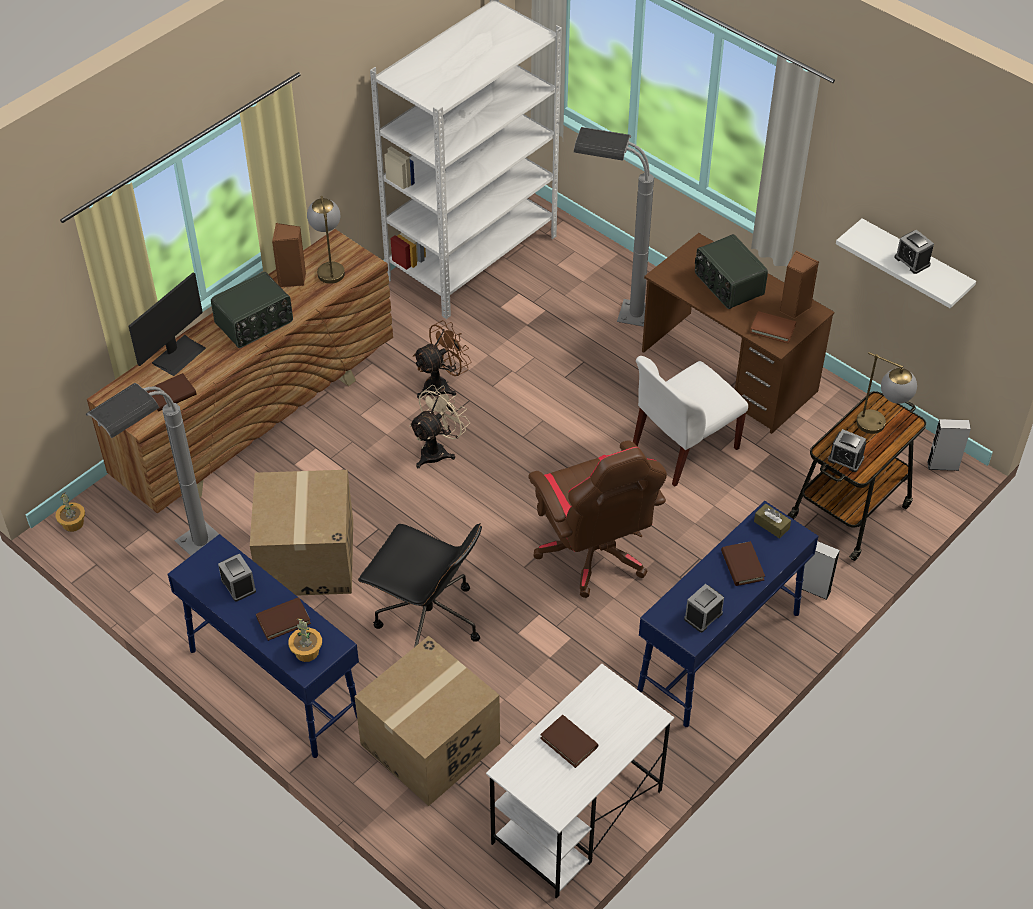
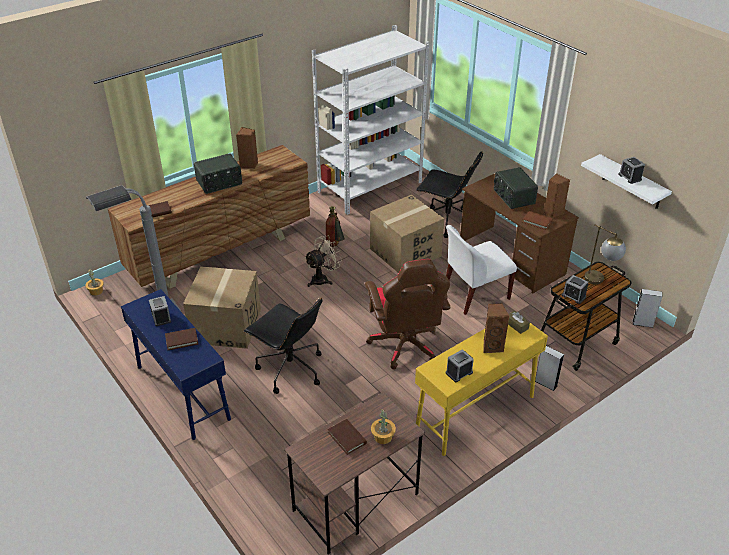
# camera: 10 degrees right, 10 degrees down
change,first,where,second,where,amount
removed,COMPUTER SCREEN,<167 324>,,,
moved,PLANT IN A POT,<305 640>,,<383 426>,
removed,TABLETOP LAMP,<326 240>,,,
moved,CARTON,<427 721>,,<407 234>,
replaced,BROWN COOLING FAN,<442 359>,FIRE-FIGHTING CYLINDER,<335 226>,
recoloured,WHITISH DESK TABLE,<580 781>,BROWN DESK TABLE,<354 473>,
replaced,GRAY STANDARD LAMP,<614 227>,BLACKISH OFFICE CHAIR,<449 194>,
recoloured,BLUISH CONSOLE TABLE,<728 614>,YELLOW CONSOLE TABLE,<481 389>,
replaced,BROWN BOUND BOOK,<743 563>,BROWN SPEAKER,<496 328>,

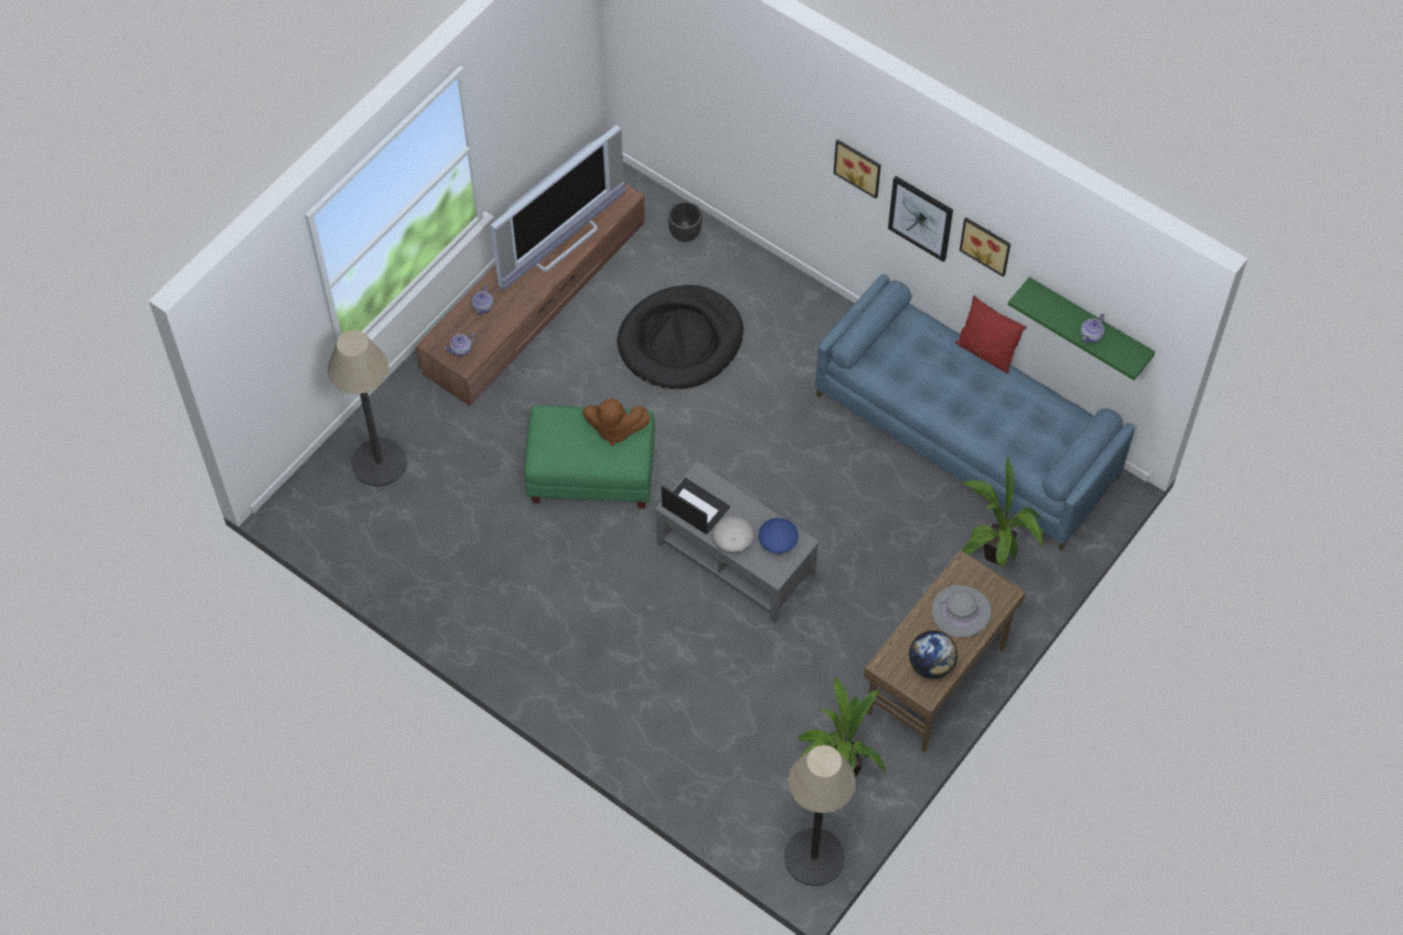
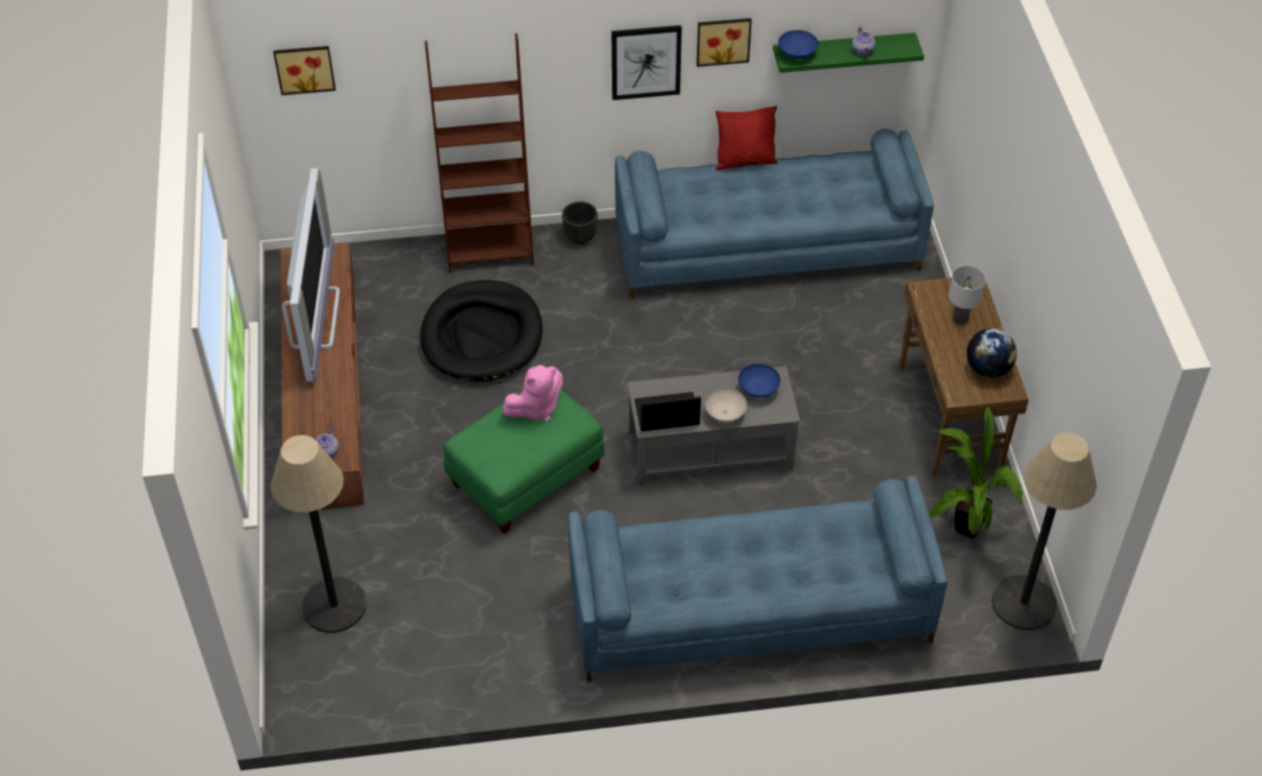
# camera: 45 degrees left, 10 degrees down
change,first,where,second,where,amount
removed,POT FOR TEA,<482 300>,,,
recoloured,BROWN PLUSH TOY,<617 422>,PINK PLUSH TOY,<533 393>,
moved,BLACKISH FLOWER POT,<685 221>,,<580 222>,
moved,WALL ART,<857 169>,,<304 70>,
replaced,GRAY HAT,<962 611>,WHITISH TABLETOP LAMP,<967 294>,
removed,PLANT IN A POT,<1003 512>,,,
added,,,BROWN BOOKCASE,<479 153>,
added,,,BLUISH SETTEE,<757 579>,
added,,,BLUISH BOWL,<798 44>,

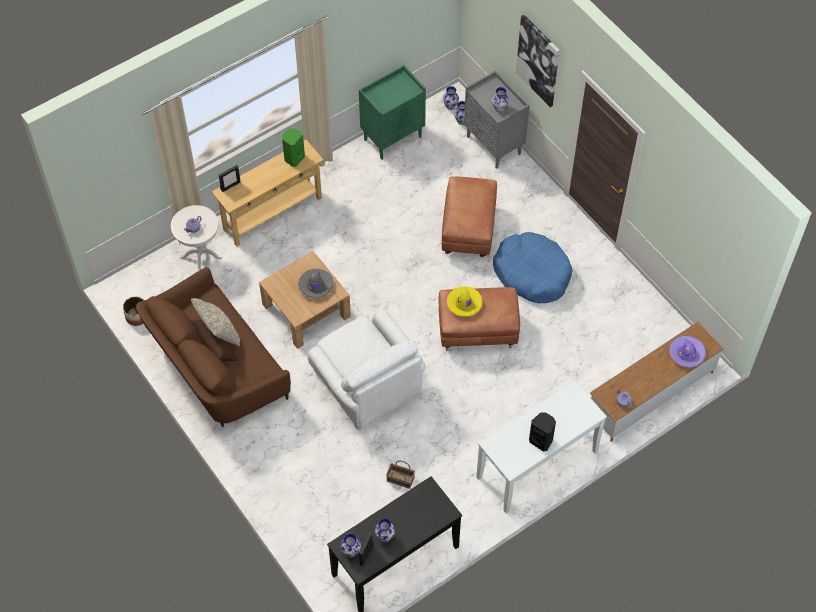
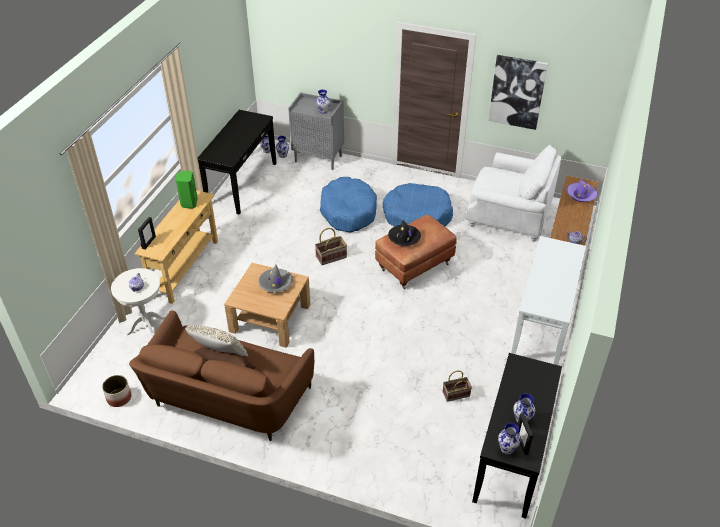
# camera: 35 degrees left, 15 degrees down
change,first,where,second,where,amount
moved,WHITISH ARMCHAIR,<366 369>,,<513 193>,
replaced,GREEN-COLOURED CUPBOARD,<392 112>,BLACKISH CONSOLE TABLE,<237 162>,
replaced,BROWN OTTOMAN,<469 216>,BLUISH DOG CUSHION,<348 204>,
recoloured,YELLOW HAT,<465 301>,BLACKISH HAT,<404 233>,
moved,WALL ART,<538 60>,,<518 92>,
removed,BLACKISH SPEAKER,<542 432>,,,
added,,,BASKET,<331 246>,

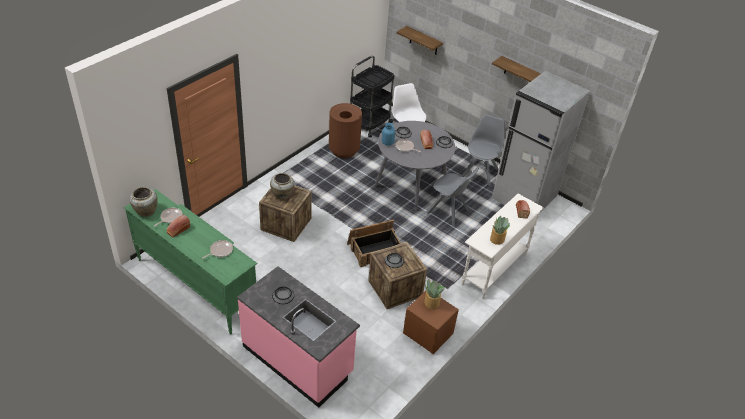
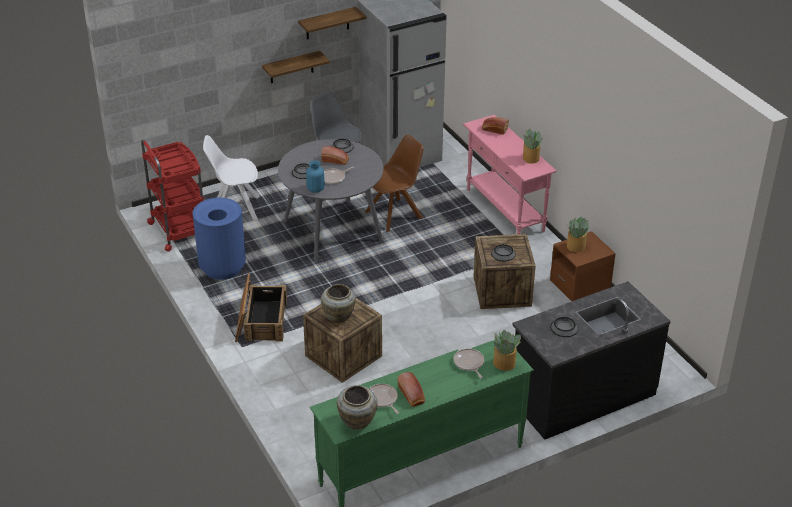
# camera: 65 degrees left, 5 degrees down
change,first,where,second,where,amount
recoloured,PINK KITCHEN COUNTER,<298 337>,BLACKISH KITCHEN COUNTER,<591 360>,
recoloured,BROWN TRASH CAN,<345 130>,BLUISH TRASH CAN,<219 239>,
moved,CRATE,<374 243>,,<261 307>,
recoloured,BLACKISH WHEELED CART,<372 97>,RED-COLOURED WHEELED CART,<172 196>,
moved,BRACKET SHELF,<419 40>,,<296 67>,
recoloured,GRAY UPRIGHT CHAIR,<452 196>,BROWN UPRIGHT CHAIR,<394 183>,
recoloured,WHITISH CONSOLE TABLE,<503 246>,PINK CONSOLE TABLE,<510 174>,
added,,,PLANT IN A POT,<507 350>,

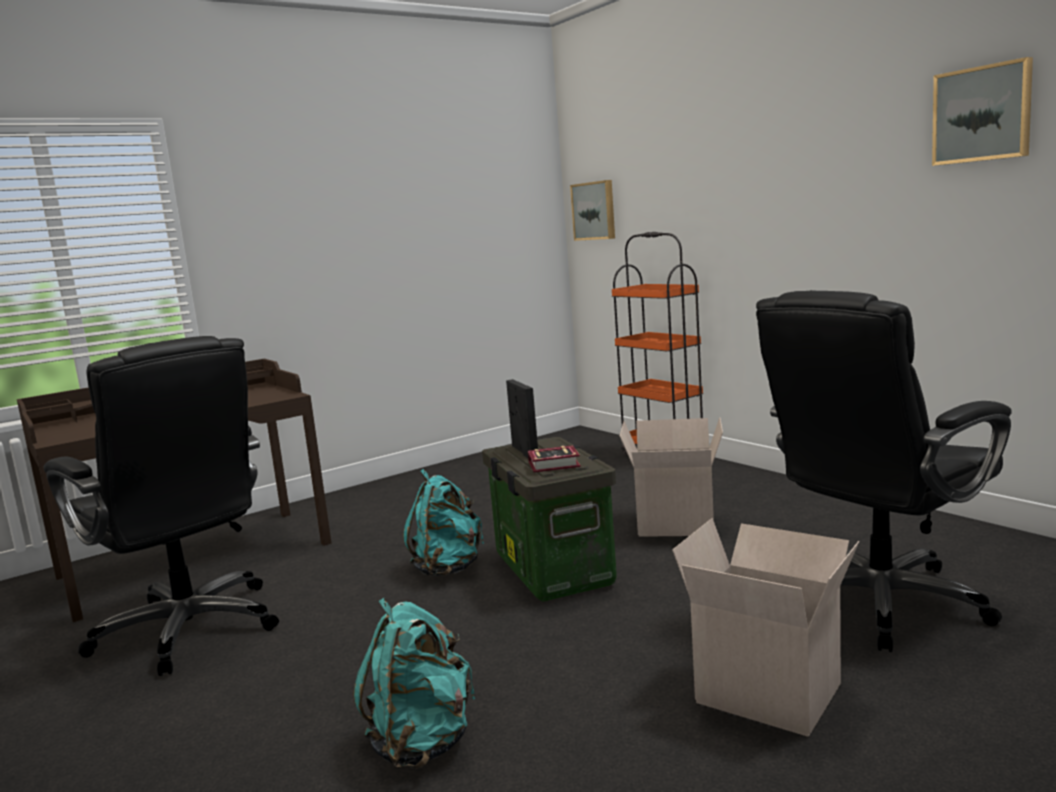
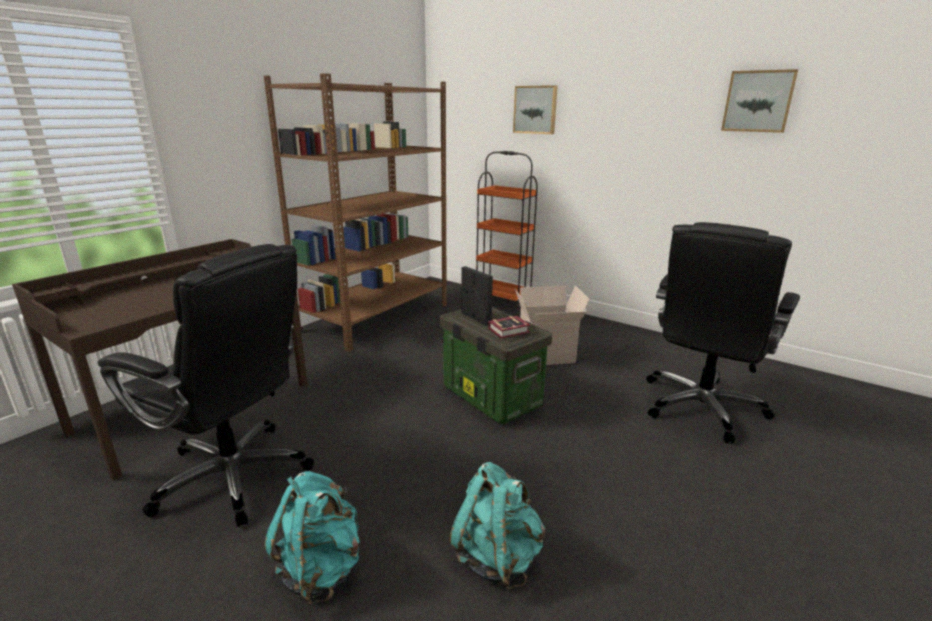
# camera: 20 degrees left, 10 degrees up
change,first,where,second,where,amount
moved,TURQUOISE KNAPSACK,<443 522>,,<312 538>,
moved,WALL ART,<592 210>,,<535 109>,
removed,CARTON,<765 627>,,,
added,,,BROWN BOOKCASE,<355 212>,

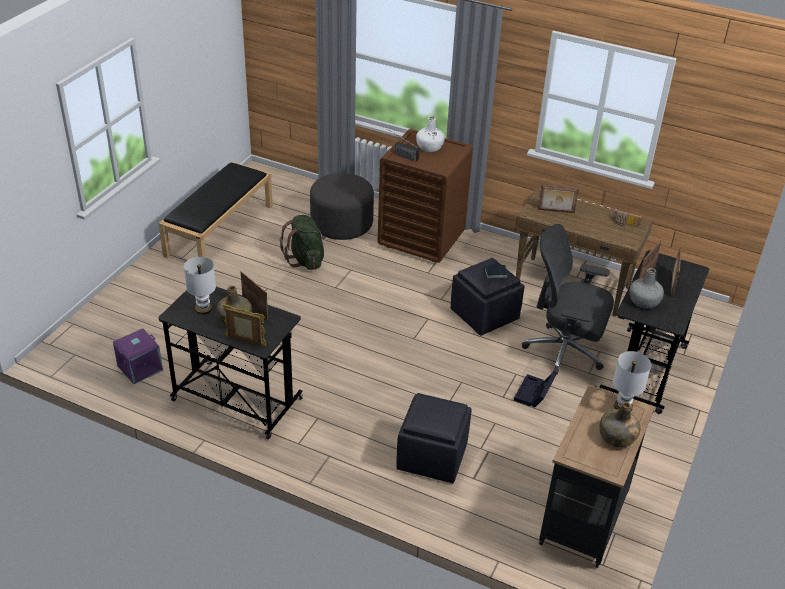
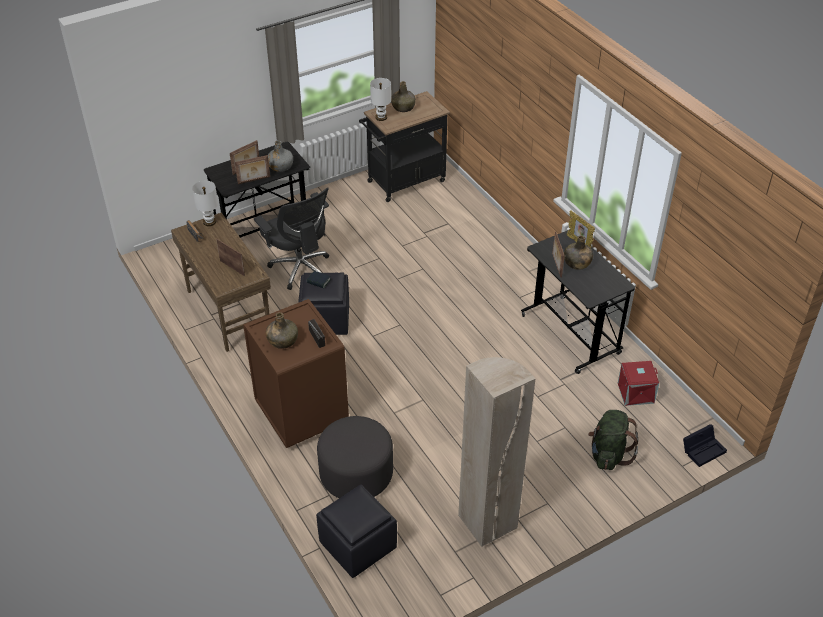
# camera: 145 degrees left, 5 degrees up
change,first,where,second,where,amount
recoloured,PURPLE STORAGE BOX,<138 356>,RED-COLOURED STORAGE BOX,<638 383>,
replaced,BLACKISH LONG SEAT,<215 210>,SAND-COLOURED BOOKCASE,<496 452>,
moved,WHITISH TABLETOP LAMP,<200 286>,,<205 203>,
moved,GREEN-COLOURED KNAPSACK,<303 242>,,<613 440>,
moved,BLACKISH OTTOMAN,<434 438>,,<356 531>,
recoloured,WHITISH BEVERAGE BOTTLE,<430 134>,GREEN-COLOURED BEVERAGE BOTTLE,<282 330>,
moved,BLACKISH STORAGE BOX,<535 390>,,<705 445>,

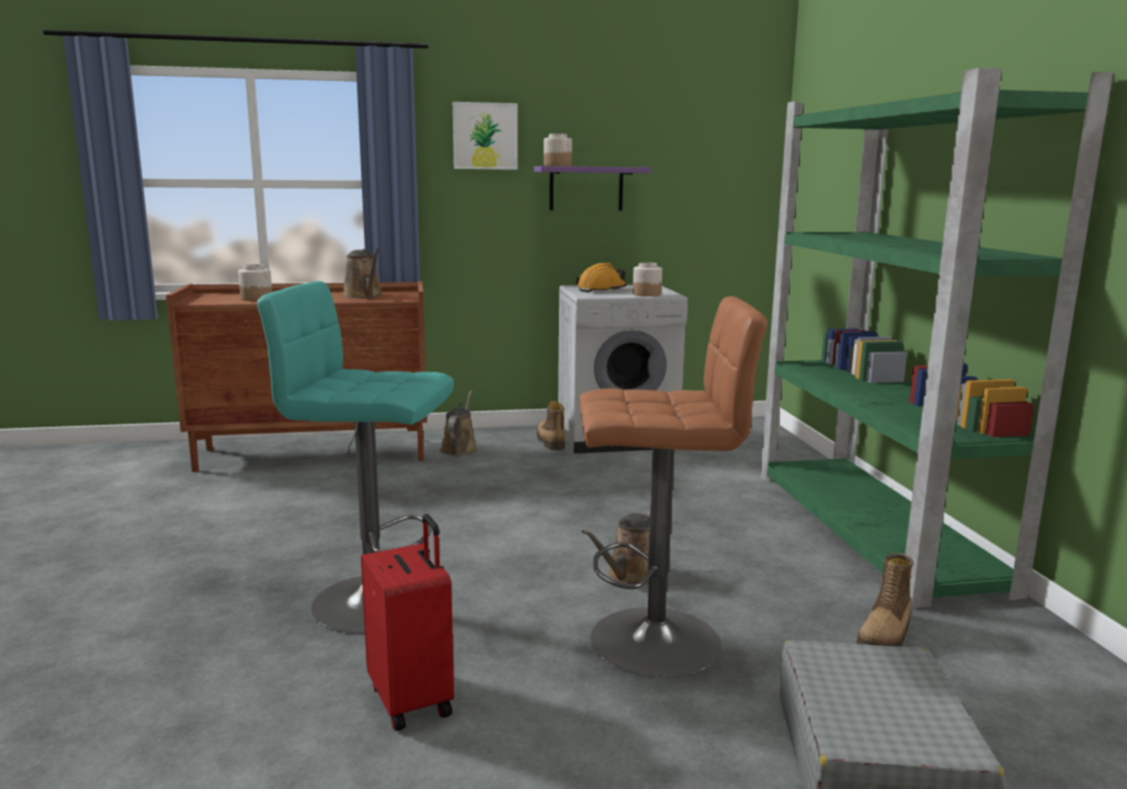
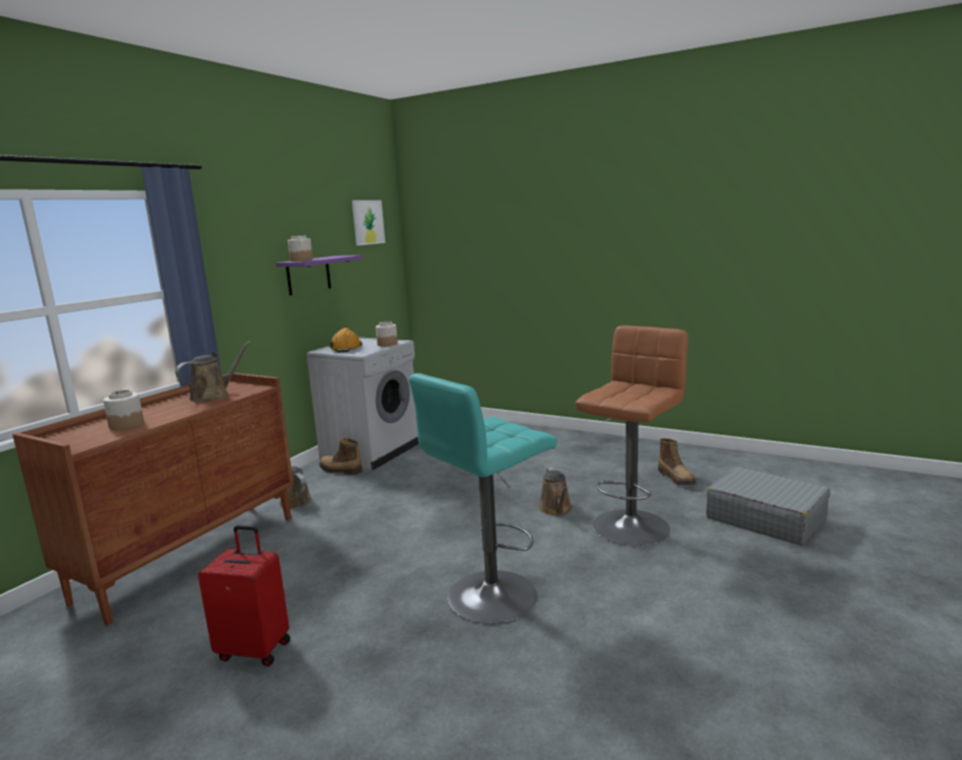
# camera: 50 degrees left, 0 degrees up
change,first,where,second,where,amount
turned,BROWN WATERING CAN,<362 274>,,<213 371>,60 degrees counterclockwise
moved,RED-COLOURED TRAVEL CASE,<407 622>,,<244 595>,
moved,WALL ART,<485 136>,,<368 223>,
removed,GREEN-COLOURED BOOKCASE,<936 338>,,,

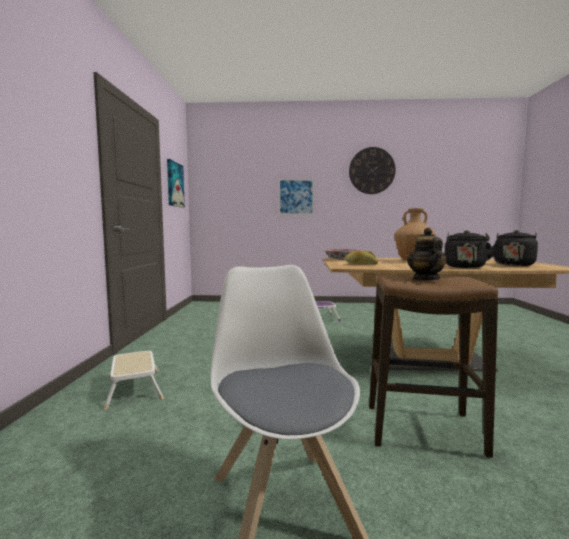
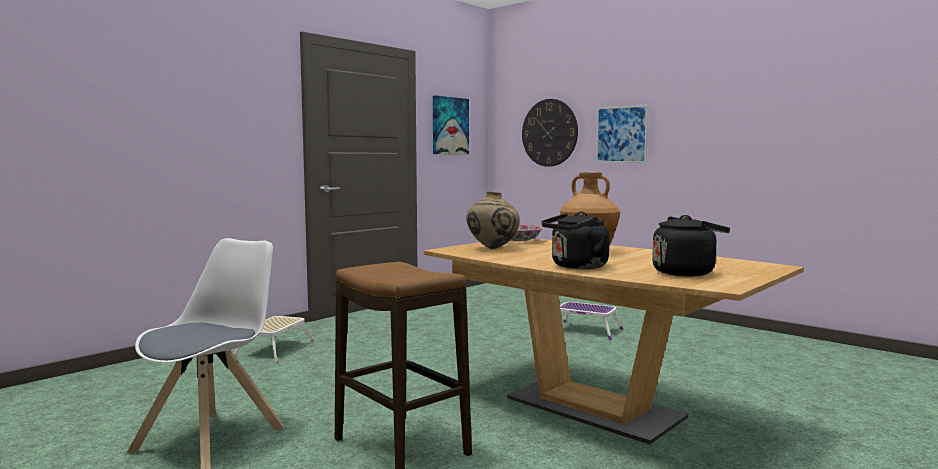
# camera: 40 degrees right, 0 degrees up
change,first,where,second,where,amount
replaced,BREAD,<361 257>,SAND-COLOURED VASE,<493 220>,
moved,CLOCK ON THE WALL,<372 170>,,<550 133>,
removed,POT FOR TEA,<427 254>,,,

